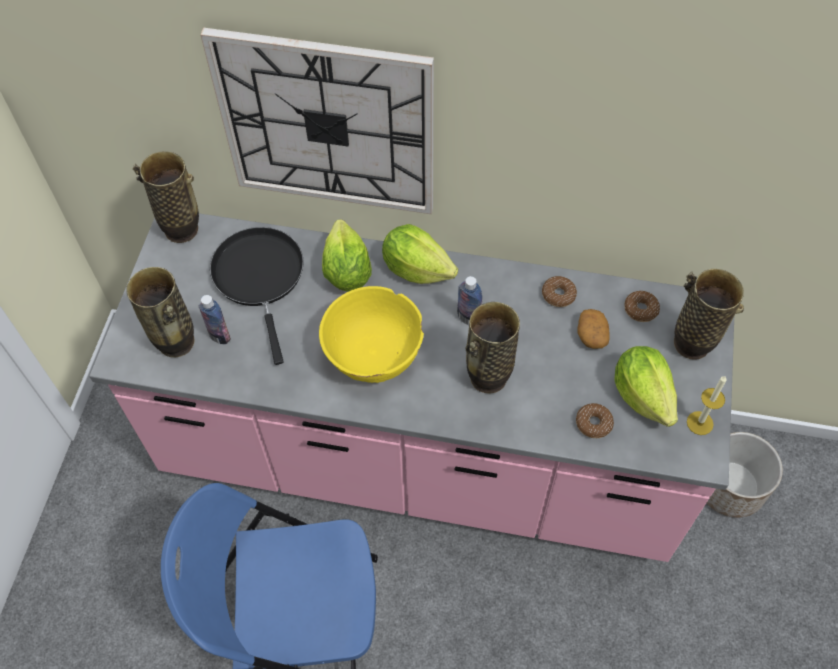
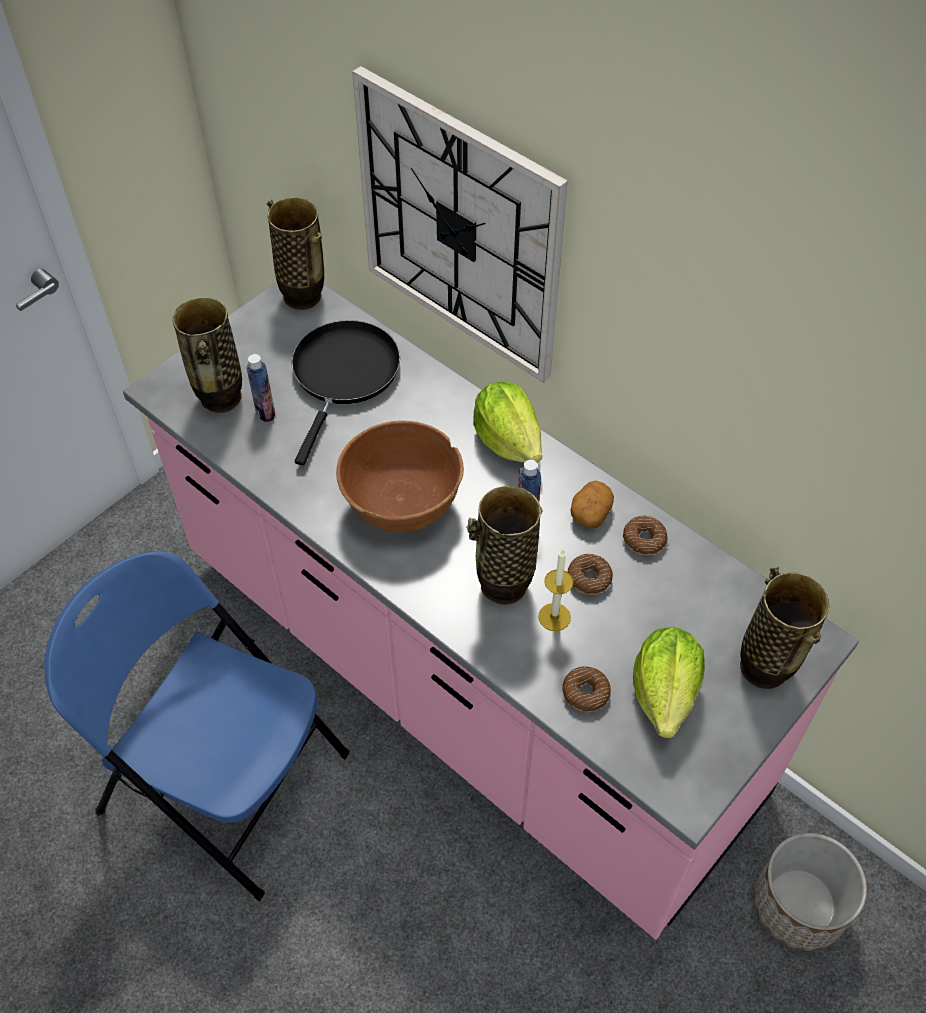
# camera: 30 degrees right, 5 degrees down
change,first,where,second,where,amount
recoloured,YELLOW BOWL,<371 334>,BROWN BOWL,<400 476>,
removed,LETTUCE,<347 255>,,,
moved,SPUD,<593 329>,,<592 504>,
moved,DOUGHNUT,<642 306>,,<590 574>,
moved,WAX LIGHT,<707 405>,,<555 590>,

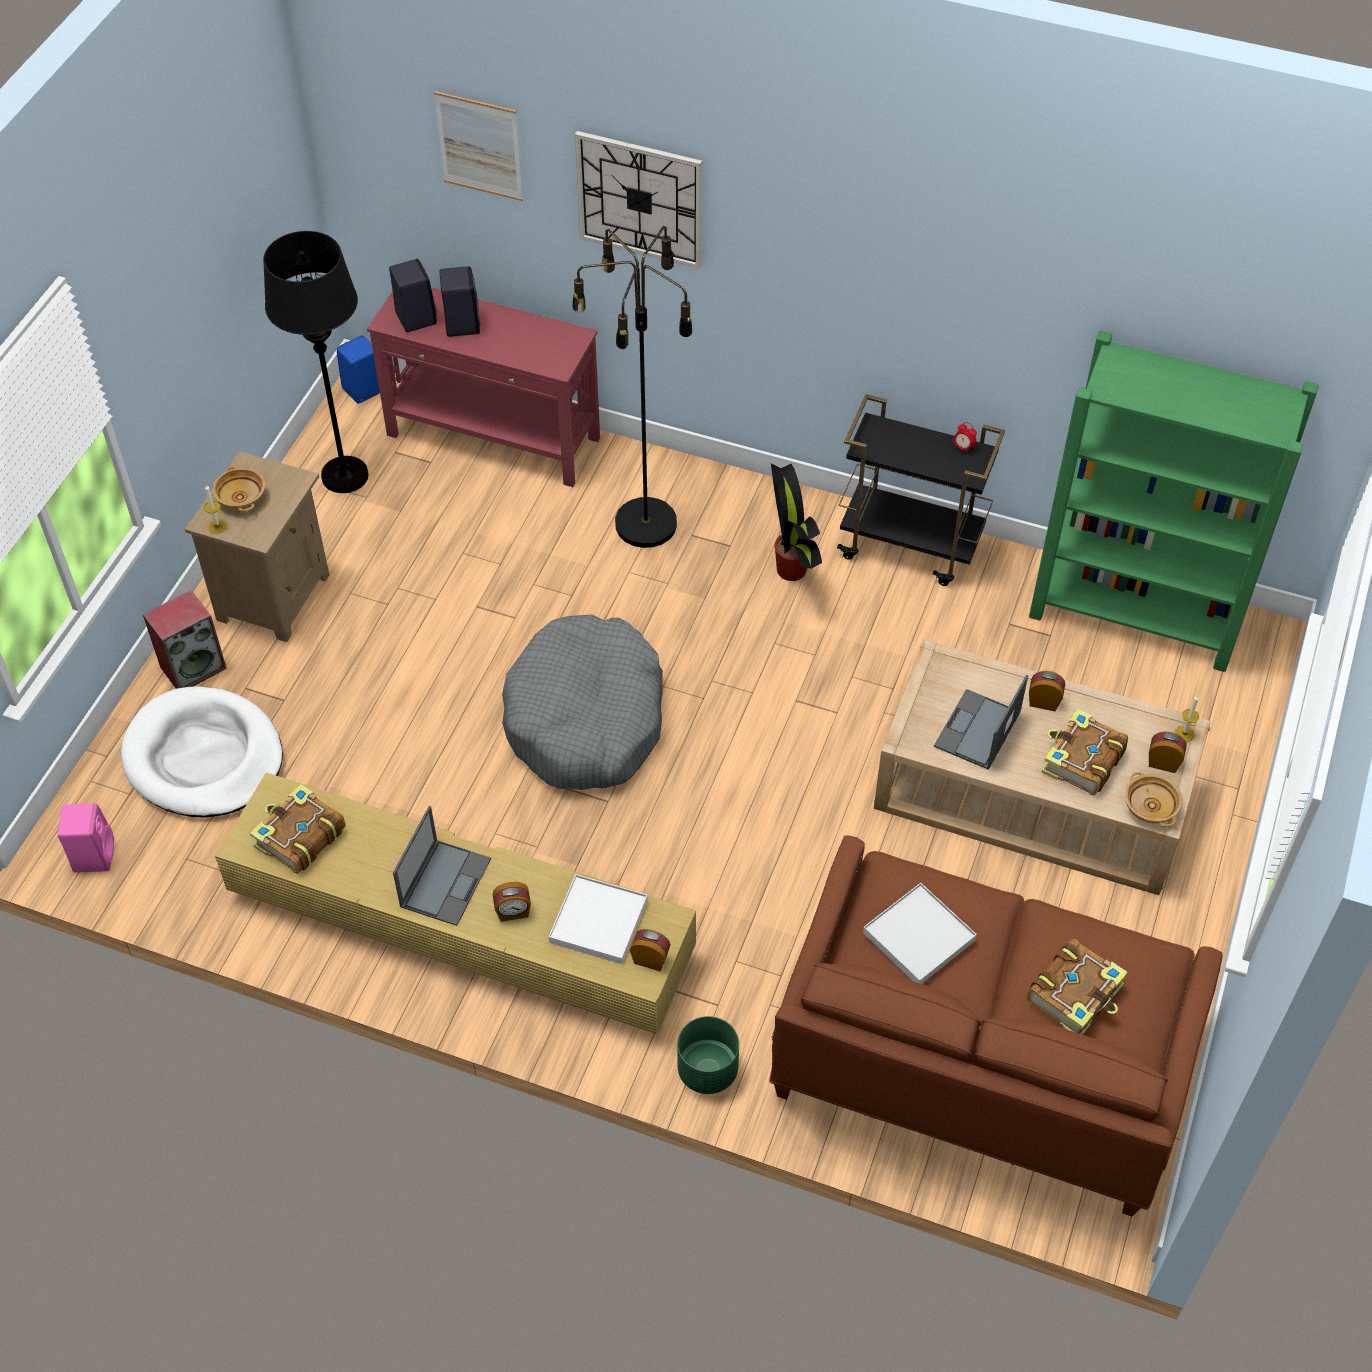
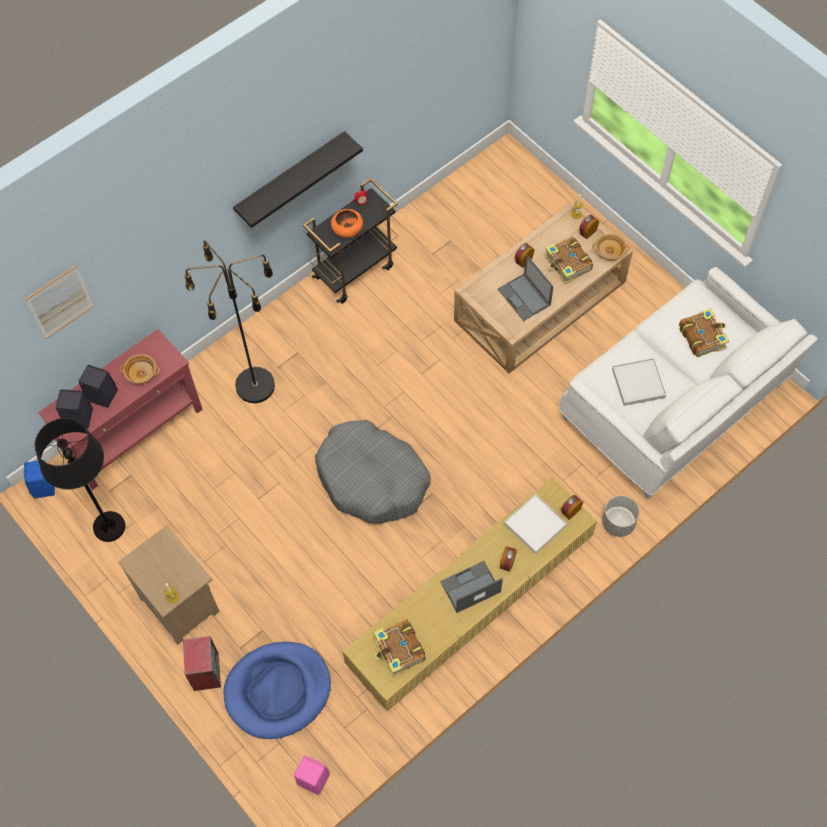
# camera: 60 degrees left, 10 degrees up
change,first,where,second,where,amount
recoloured,WHITISH DOG CUSHION,<202 751>,BLUISH DOG CUSHION,<277 690>,
moved,SAND-COLOURED BOWL,<238 489>,,<140 369>,
turned,LAPTOP,<442 866>,,<471 587>,75 degrees counterclockwise
removed,CLOCK ON THE WALL,<638 200>,,,
recoloured,GREEN-COLOURED FLOWER POT,<708 1055>,GRAY FLOWER POT,<620 516>,
recoloured,BROWN SETTEE,<996 1025>,WHITISH SETTEE,<688 383>,
removed,PLANT IN A POT,<796 522>,,,
removed,GREEN-COLOURED BOOKCASE,<1174 501>,,,
added,,,BLACKISH BRACKET SHELF,<298 179>,
added,,,ORANGE BOWL,<347 223>,

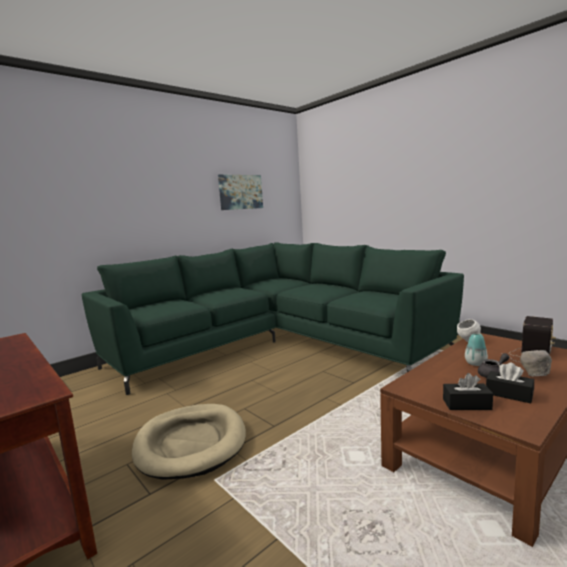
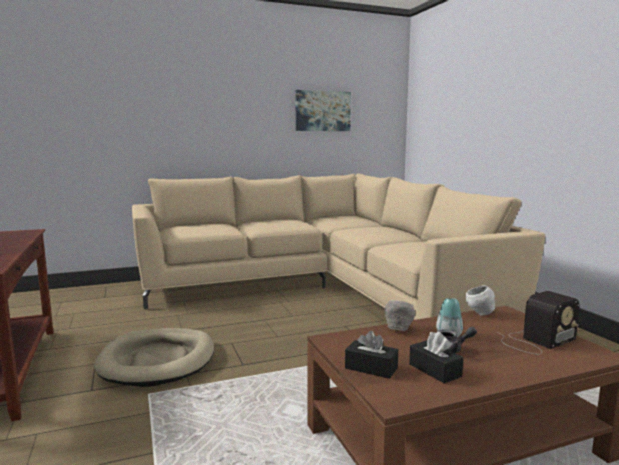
# camera: 20 degrees right, 0 degrees up
change,first,where,second,where,amount
recoloured,GREEN-COLOURED SETTEE,<273 319>,SAND-COLOURED SETTEE,<338 246>,
moved,GRAY BOWL,<536 363>,,<399 315>,

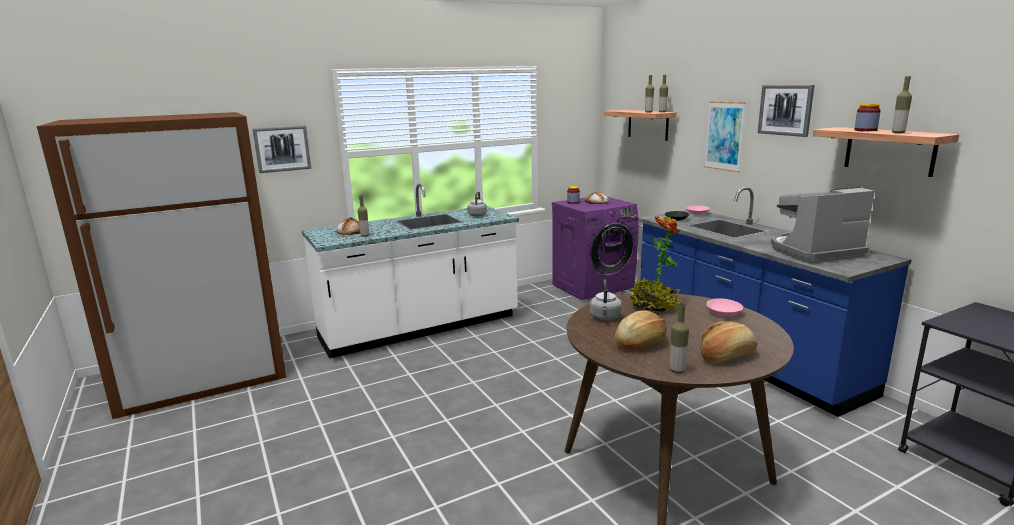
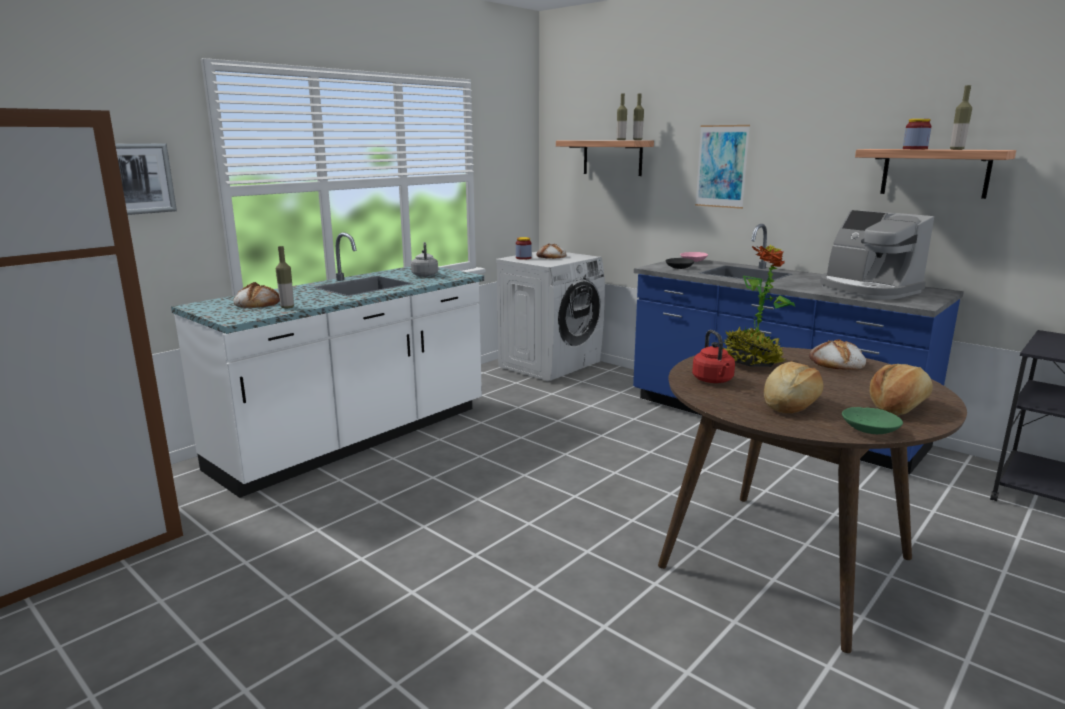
# camera: 20 degrees left, 0 degrees up
change,first,where,second,where,amount
recoloured,PURPLE LAUNDRY APPLIANCE,<595 248>,WHITISH LAUNDRY APPLIANCE,<550 316>,
recoloured,GRAY WATER KETTLE,<606 299>,RED-COLOURED WATER KETTLE,<713 356>,
replaced,BEVERAGE BOTTLE,<679 338>,GREEN-COLOURED BOWL,<872 420>,
replaced,PINK BOWL,<724 307>,BREAD,<837 354>,
removed,WALL ART,<786 111>,,,
turned,COFFEE MAKER,<823 225>,,<877 255>,90 degrees counterclockwise

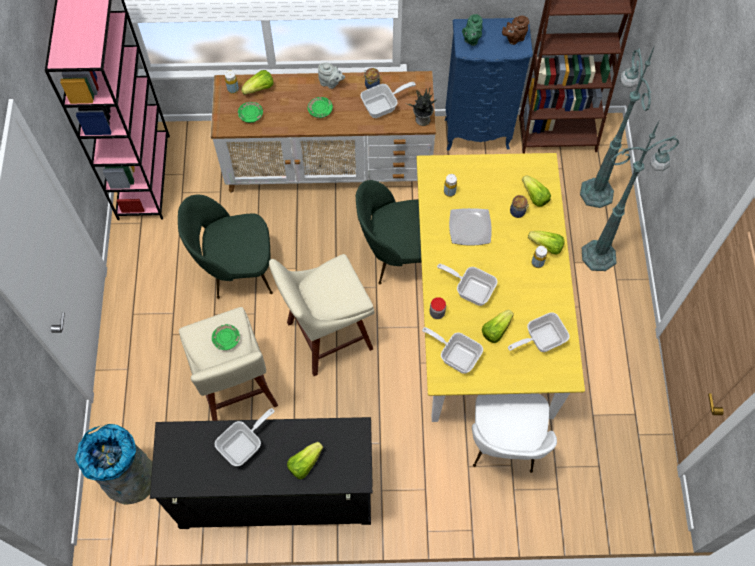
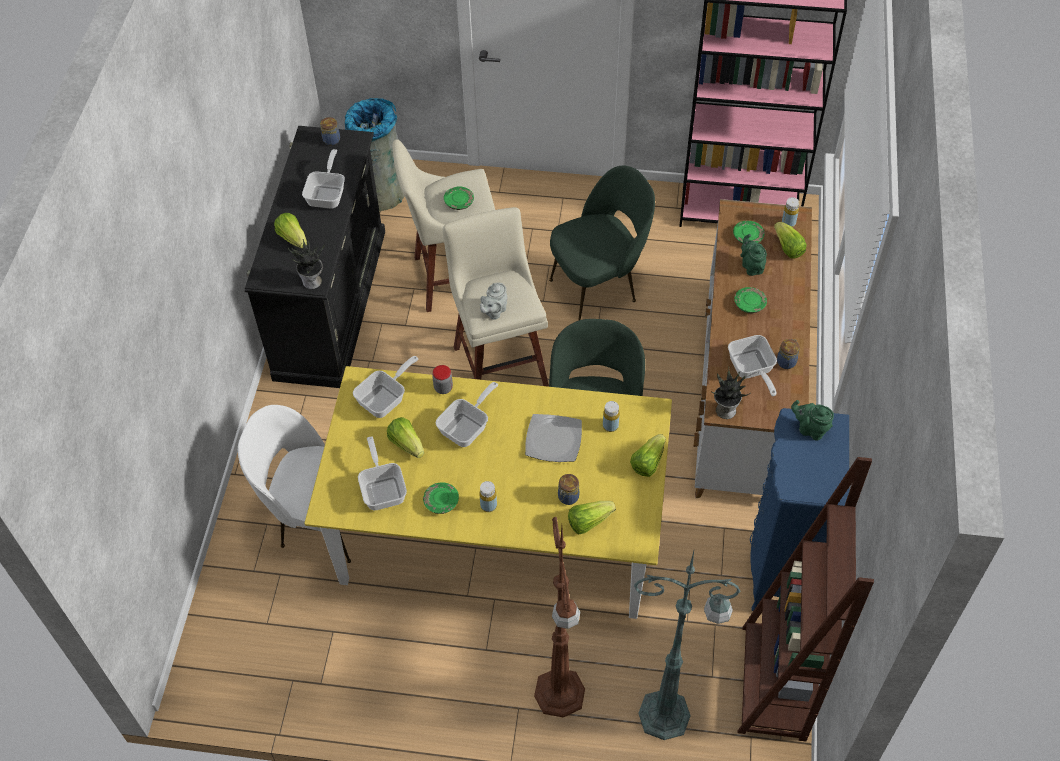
# camera: 100 degrees right, 10 degrees down
change,first,where,second,where,amount
turned,GREEN-COLOURED UPRIGHT CHAIR,<225 247>,,<602 243>,60 degrees clockwise
turned,FRYING PAN,<245 437>,,<323 179>,135 degrees counterclockwise
moved,GRAY POT FOR TEA,<331 75>,,<493 301>,
removed,BROWN POT FOR TEA,<515 30>,,,
moved,LETTUCE,<546 243>,,<648 455>,
recoloured,GREEN-COLOURED STANDARD LAMP,<630 195>,BROWN STANDARD LAMP,<559 617>,
added,,,PLANT IN A POT,<306 264>,
added,,,STORAGE JAR,<330 131>,
added,,,GREEN-COLOURED PLATE,<441 498>,
added,,,GREEN-COLOURED POT FOR TEA,<753 255>,

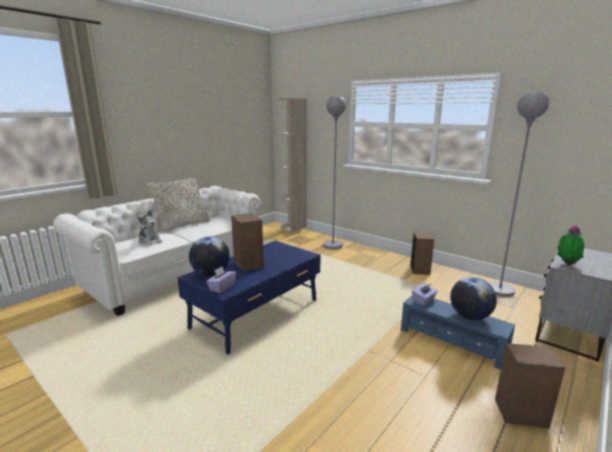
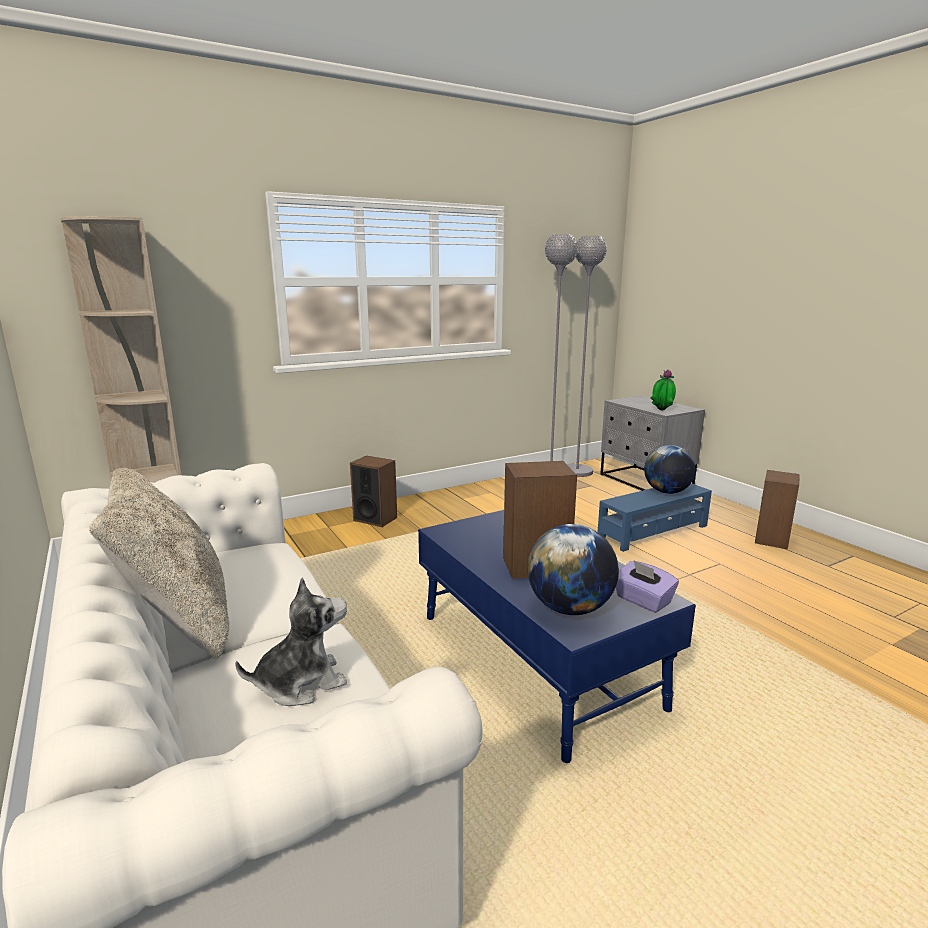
# camera: 70 degrees left, 0 degrees up
change,first,where,second,where,amount
moved,GRAY STANDARD LAMP,<334 173>,,<587 356>,
moved,SPEAKER,<422 253>,,<373 491>,
removed,PURPLE TISSUE BOX,<424 294>,,,

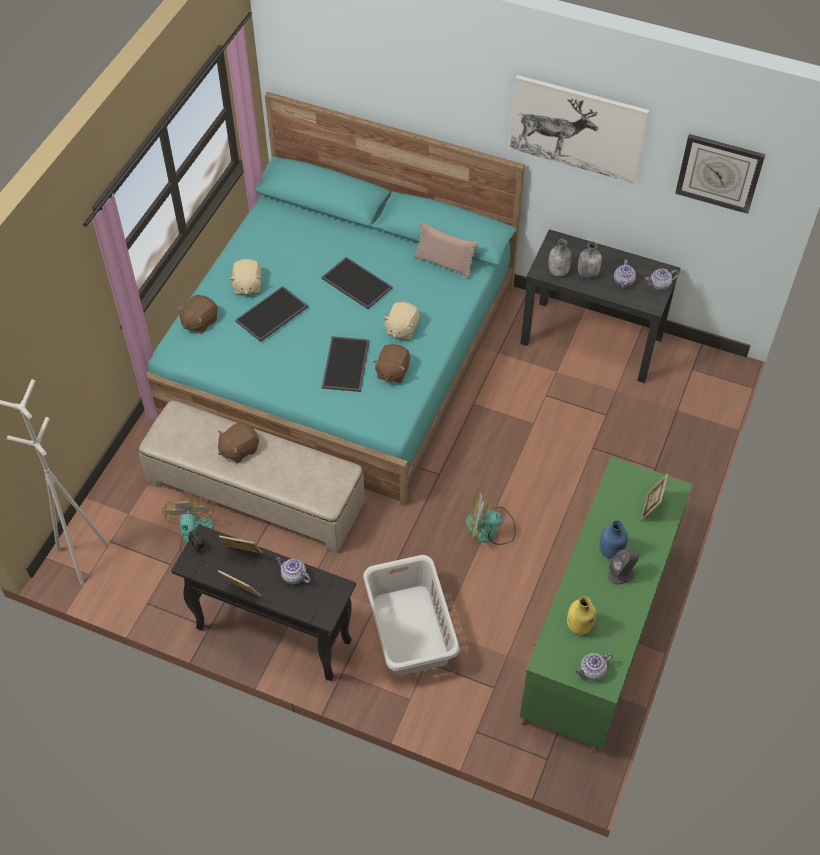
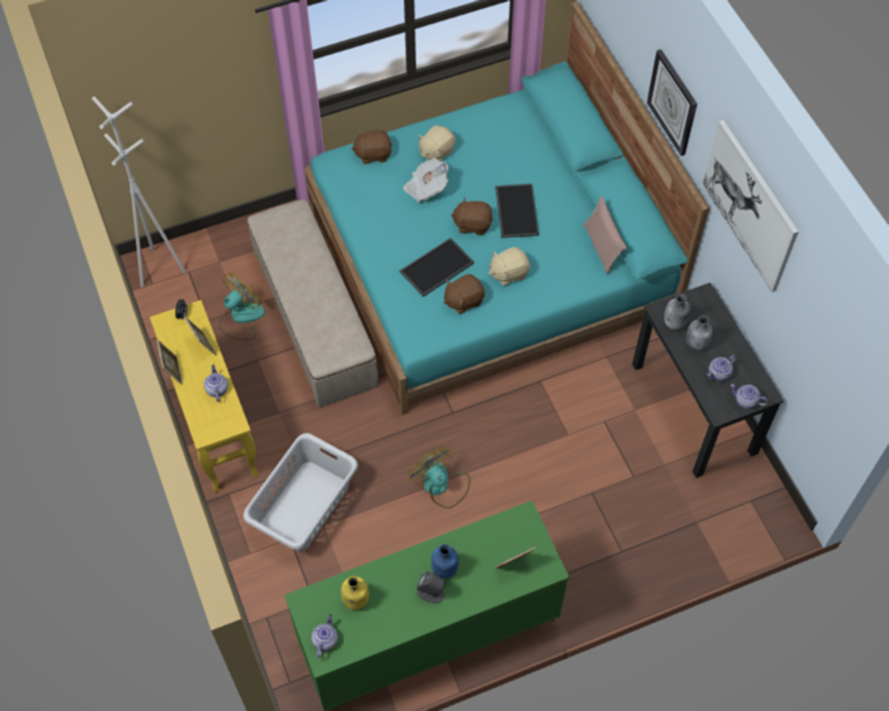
# camera: 45 degrees right, 5 degrees up
change,first,where,second,where,amount
recoloured,BLACKISH CONSOLE TABLE,<263 602>,YELLOW CONSOLE TABLE,<204 396>,
moved,BROWN PLUSH TOY,<238 442>,,<472 216>,
replaced,TRAY,<271 314>,NEWSPAPER,<426 180>,
turned,POT FOR TEA,<594 667>,,<324 636>,90 degrees clockwise
moved,CLOCK ON THE WALL,<720 174>,,<672 102>,

